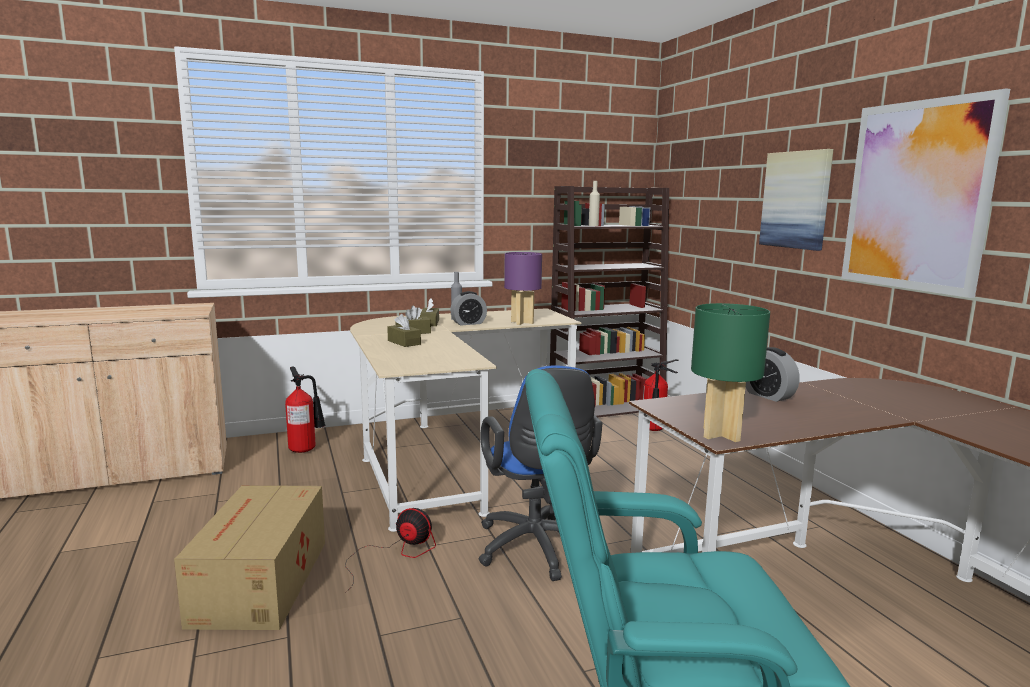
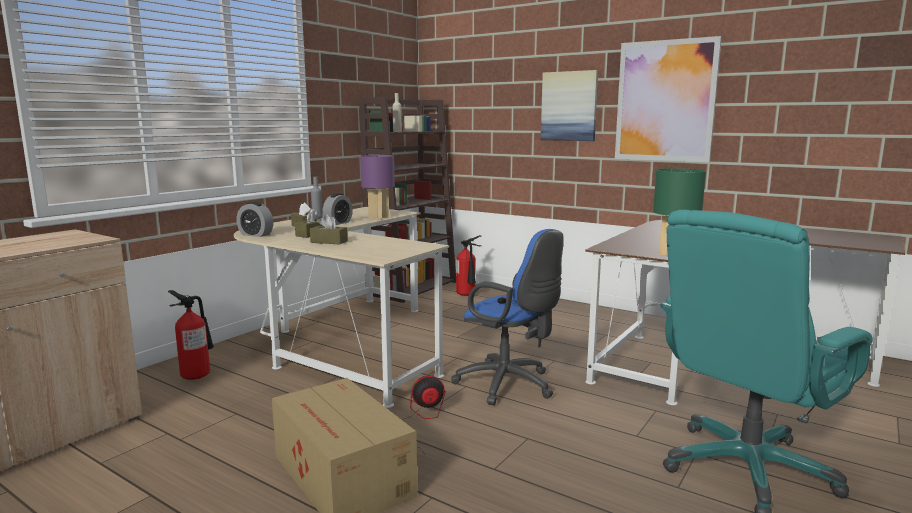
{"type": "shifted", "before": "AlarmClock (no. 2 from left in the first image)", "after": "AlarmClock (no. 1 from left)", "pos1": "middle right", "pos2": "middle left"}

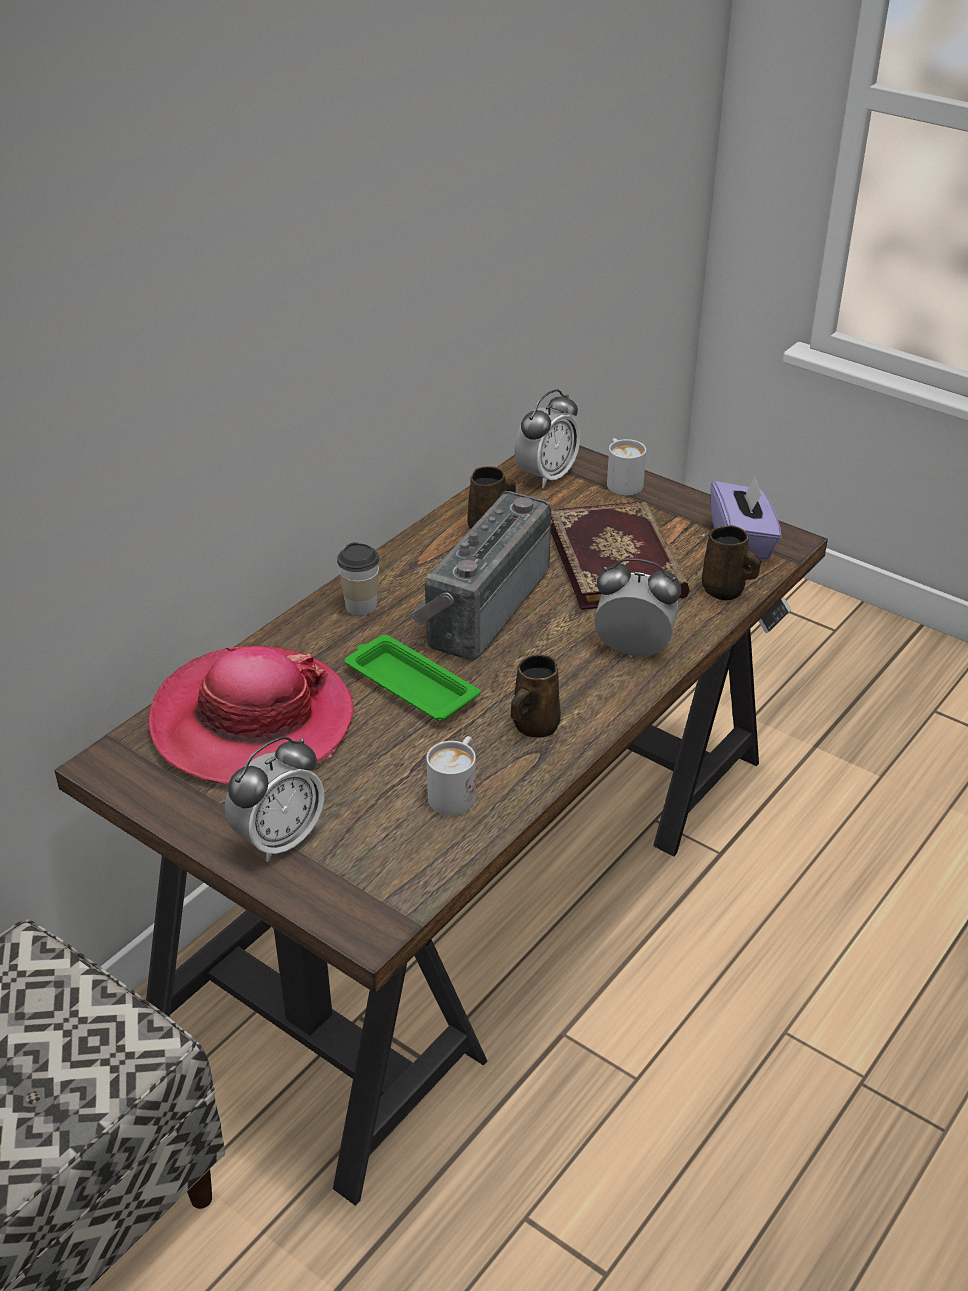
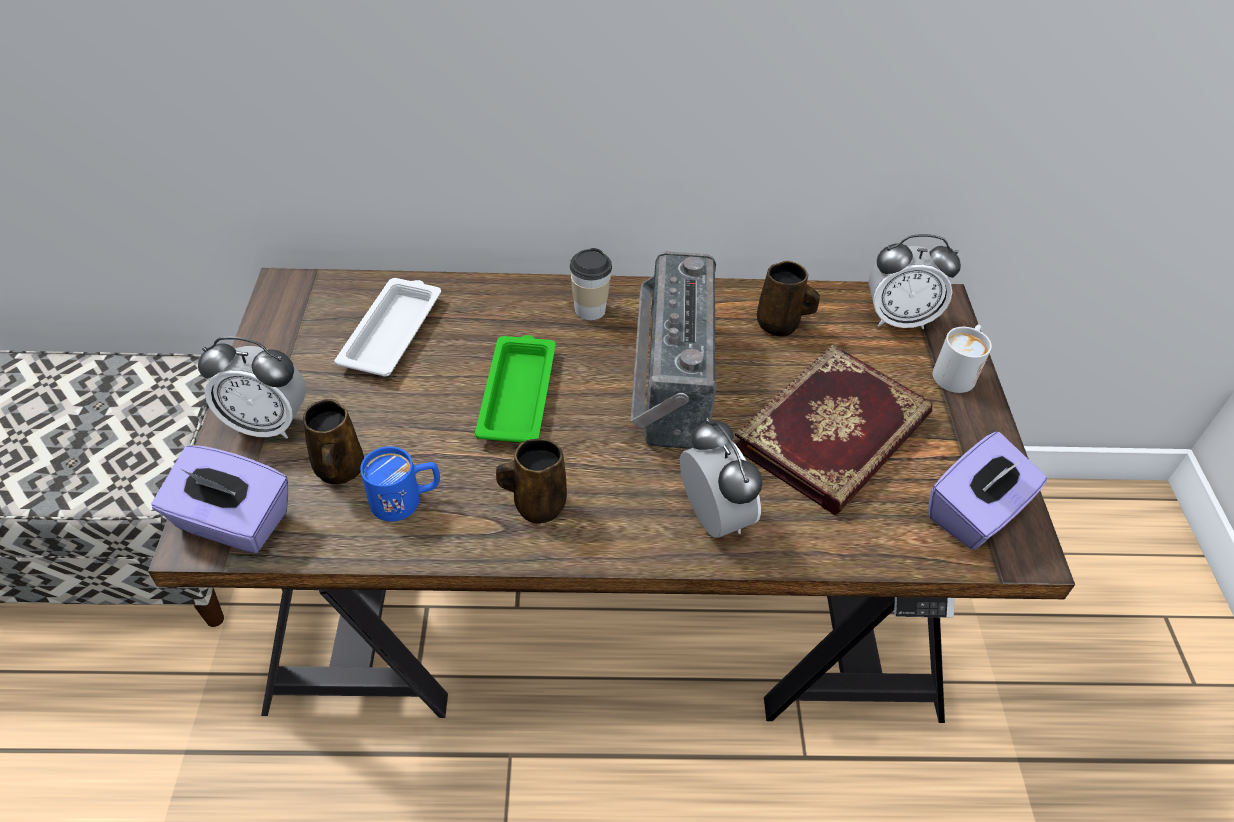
{"type": "new", "after": "PurpleTissueBox (no. 1 from left)", "pos2": "middle left"}
{"type": "shifted", "before": "BrownMug (no. 3 from left in the first image)", "after": "BrownMug (no. 1 from left)", "pos1": "middle right", "pos2": "middle left"}
{"type": "swapped", "before": "Hat", "after": "WhiteTray", "pos1": "middle left", "pos2": "middle left"}
{"type": "repainted", "before": "WhiteMug (no. 1 from left)", "after": "BlueMug", "pos1": "centre", "pos2": "middle left"}
{"type": "rotated", "before": "Radio", "pos1": "centre", "pos2": "centre", "turn": -75}

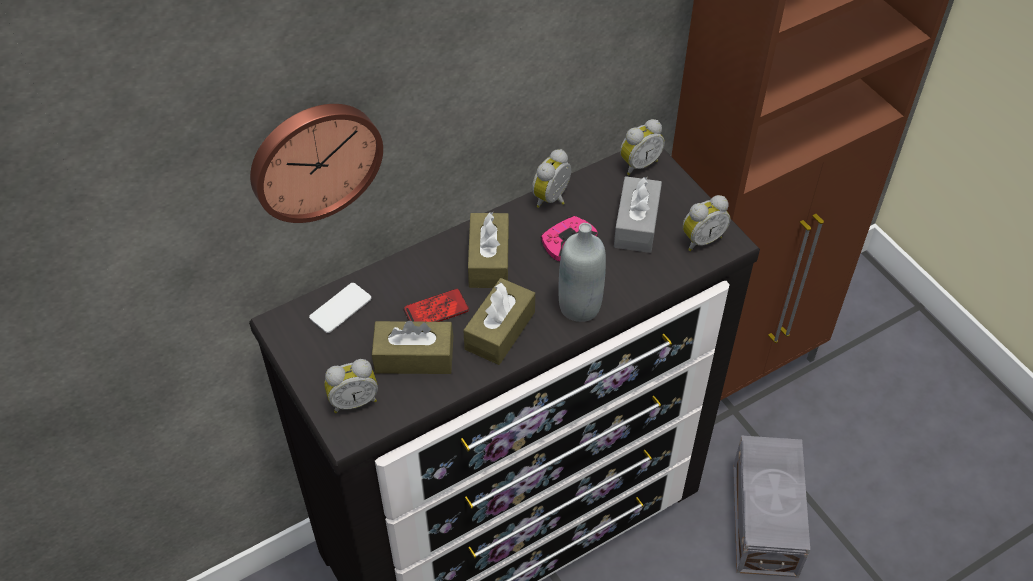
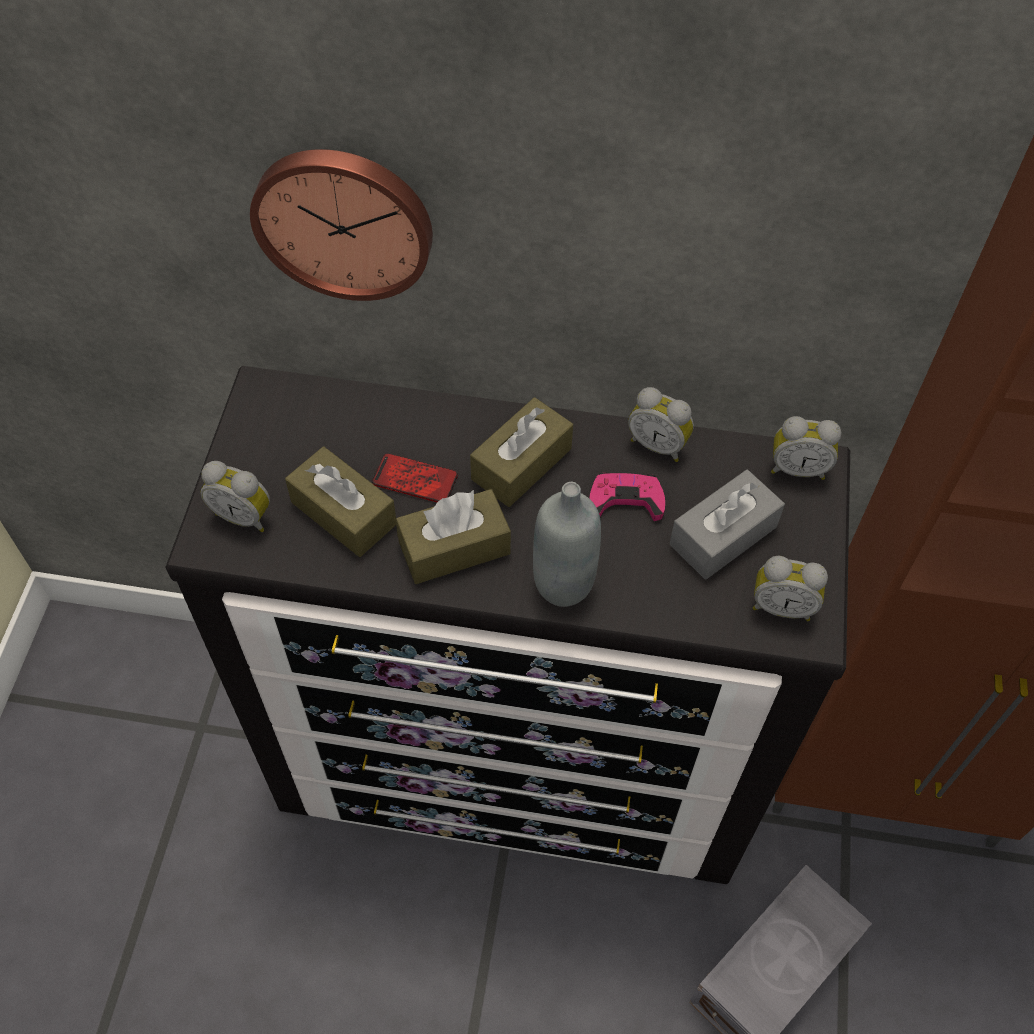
{"type": "rotated", "before": "AlarmClock (no. 2 from left)", "pos1": "top centre", "pos2": "centre", "turn": -135}
{"type": "gone", "before": "Phone (no. 1 from left)", "pos1": "middle left"}

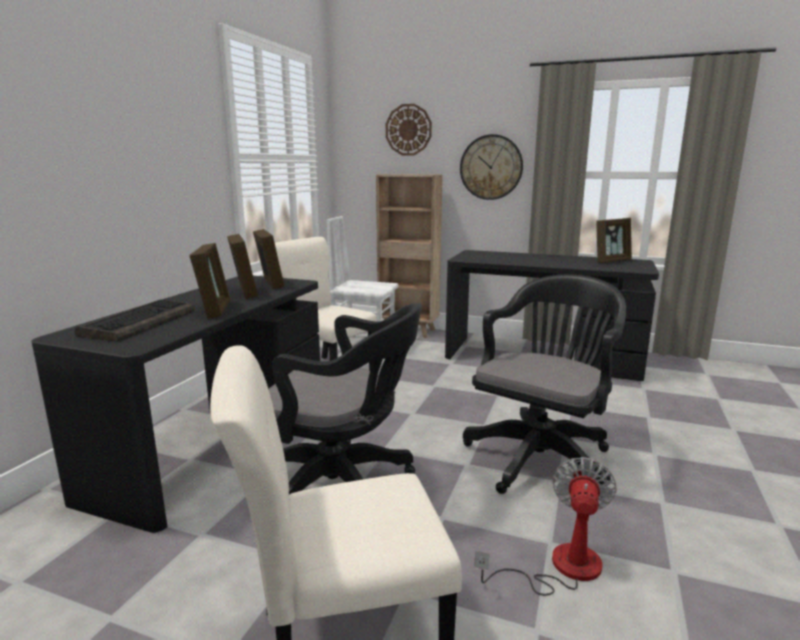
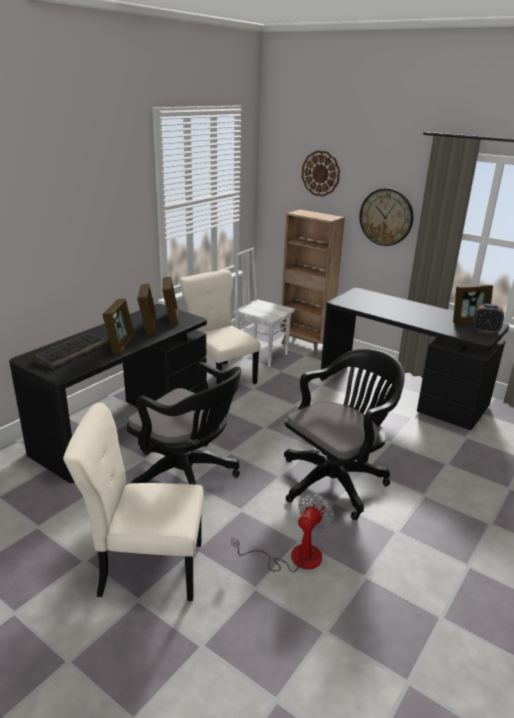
{"type": "new", "after": "AlarmClock", "pos2": "middle right"}

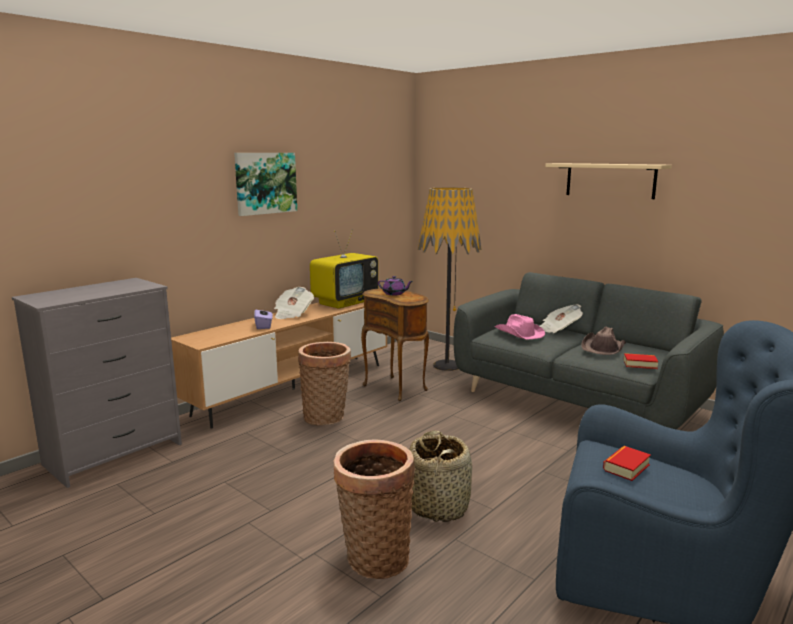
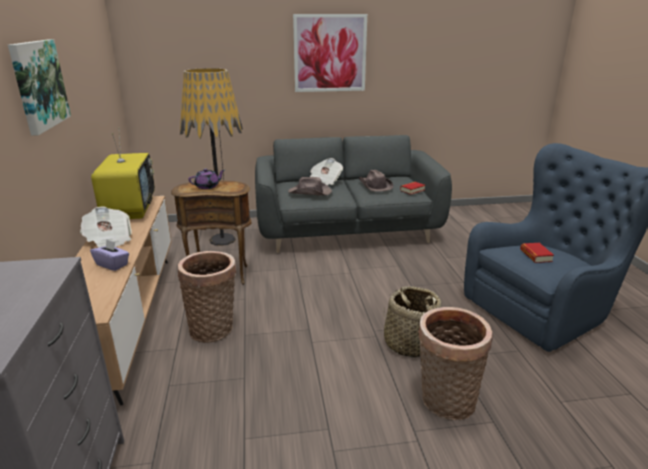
{"type": "repainted", "before": "PinkHat", "after": "BrownHat (no. 1 from left)", "pos1": "centre", "pos2": "centre"}
{"type": "swapped", "before": "BeigeShelf", "after": "Picture (no. 2 from left)", "pos1": "top right", "pos2": "top centre"}

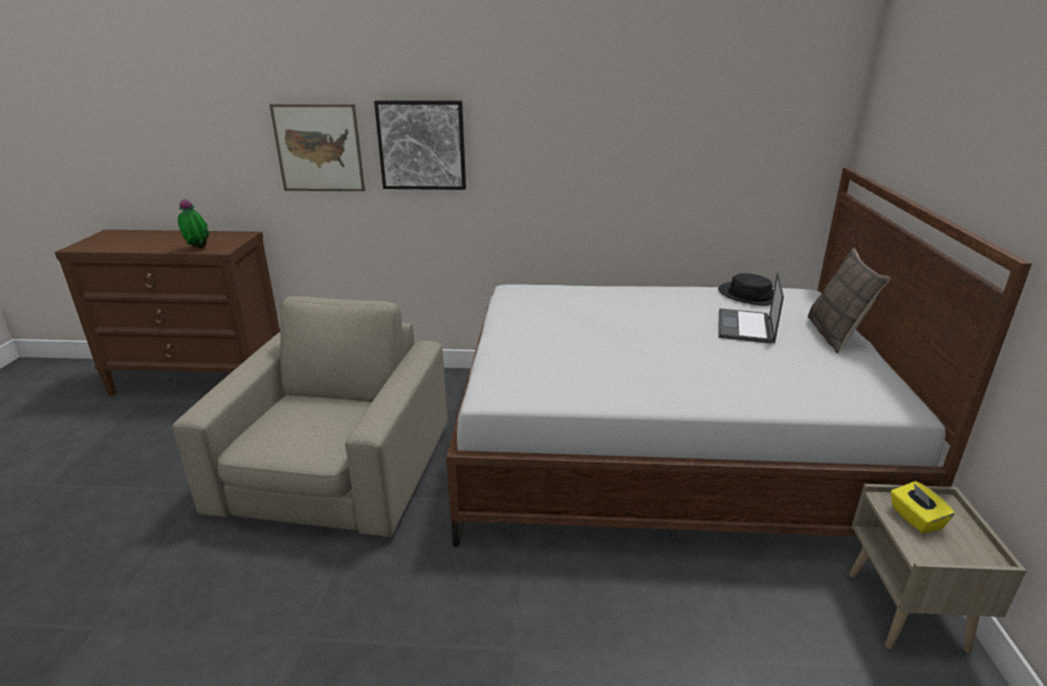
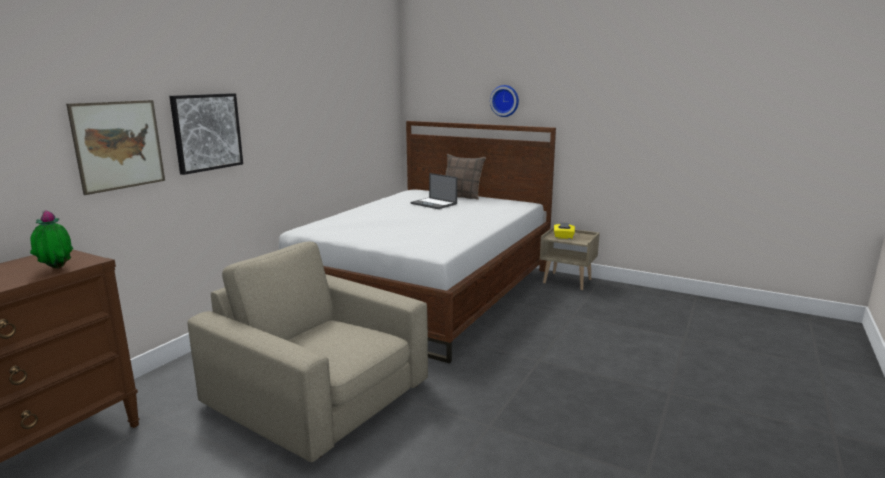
{"type": "new", "after": "WallClock", "pos2": "top centre"}
{"type": "gone", "before": "BlackHat", "pos1": "middle right"}

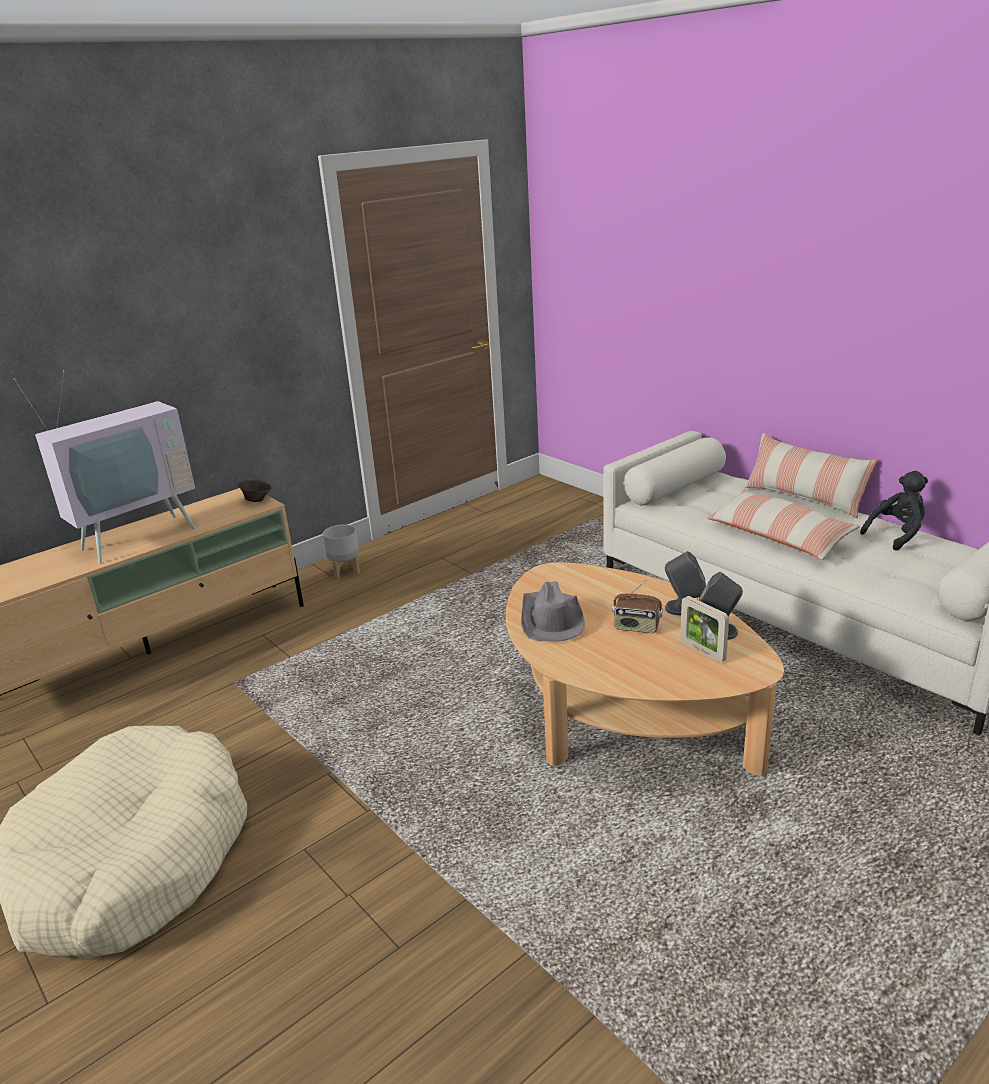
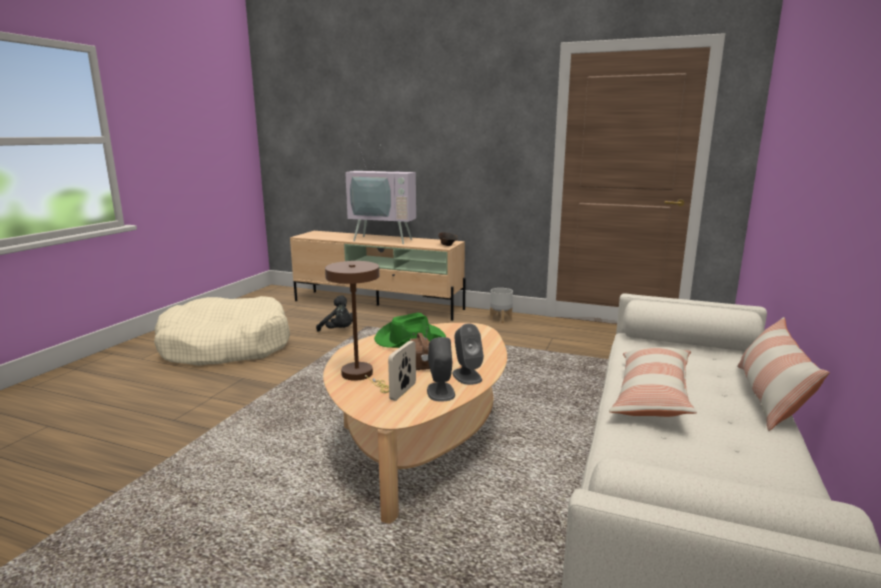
{"type": "shifted", "before": "BlackPlushToy", "pos1": "middle right", "pos2": "centre"}
{"type": "new", "after": "BrownTableLamp", "pos2": "centre"}
{"type": "repainted", "before": "GreyHat", "after": "GreenHat", "pos1": "centre", "pos2": "centre"}

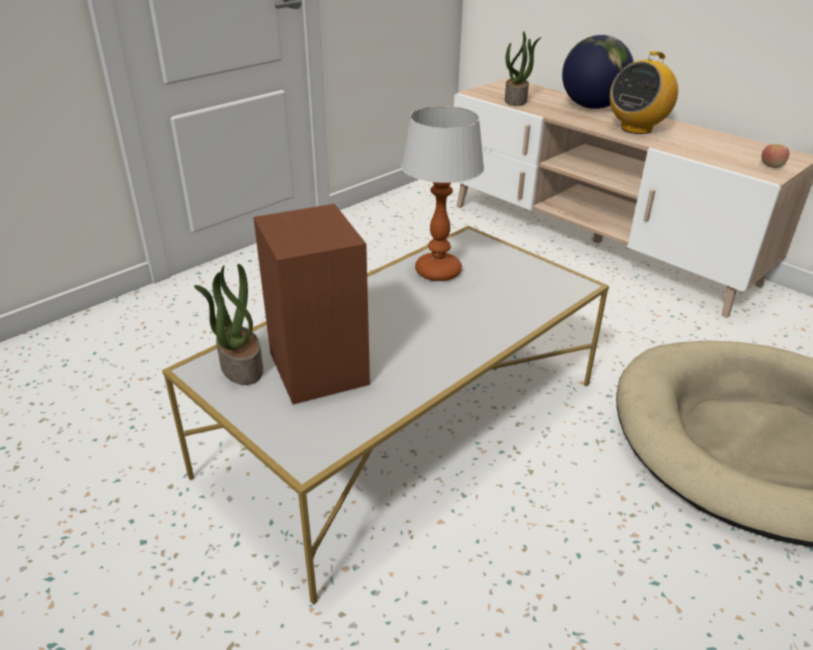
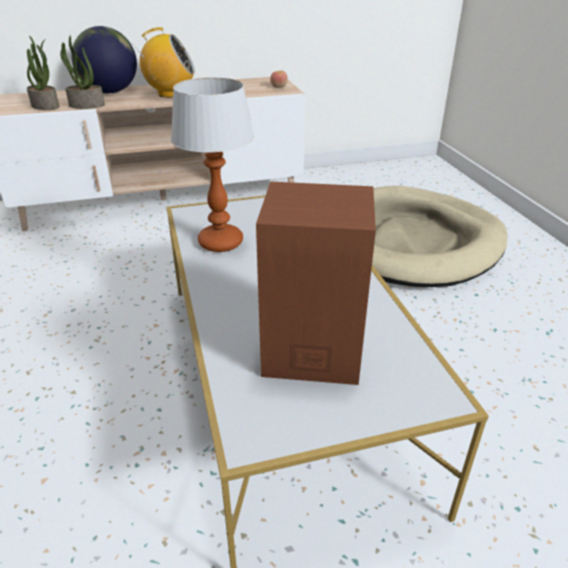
{"type": "shifted", "before": "PottedPlant (no. 1 from left in the first image)", "after": "PottedPlant (no. 2 from left)", "pos1": "middle left", "pos2": "top left"}
{"type": "rotated", "before": "Radio", "pos1": "top right", "pos2": "top left", "turn": -75}

